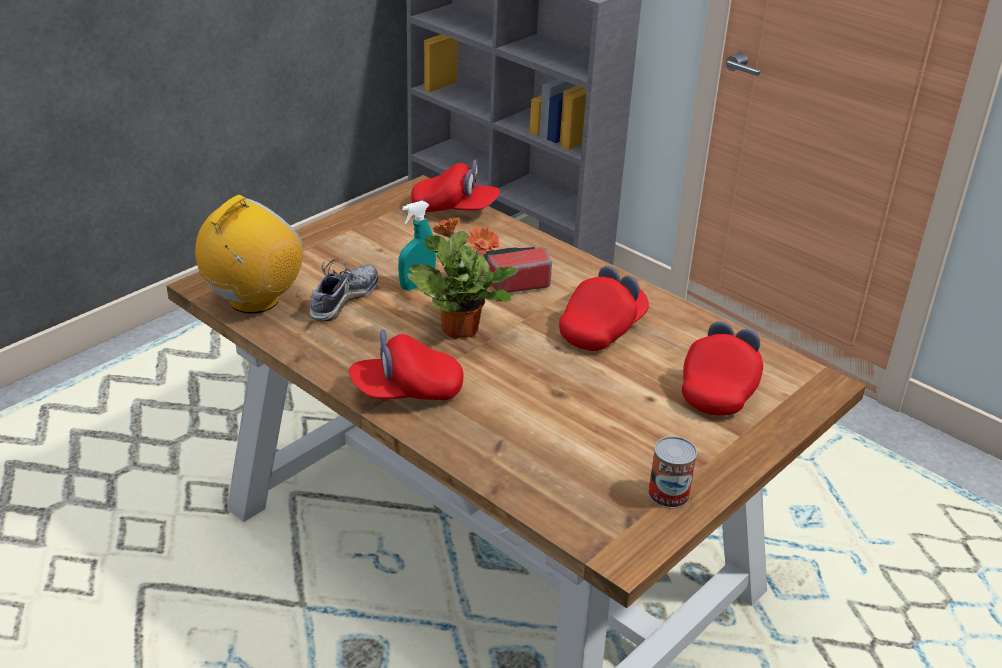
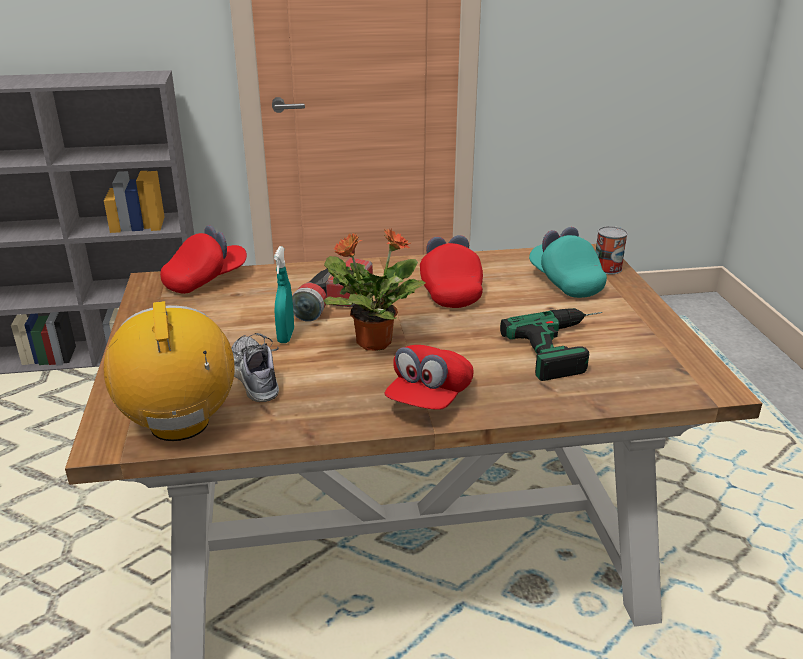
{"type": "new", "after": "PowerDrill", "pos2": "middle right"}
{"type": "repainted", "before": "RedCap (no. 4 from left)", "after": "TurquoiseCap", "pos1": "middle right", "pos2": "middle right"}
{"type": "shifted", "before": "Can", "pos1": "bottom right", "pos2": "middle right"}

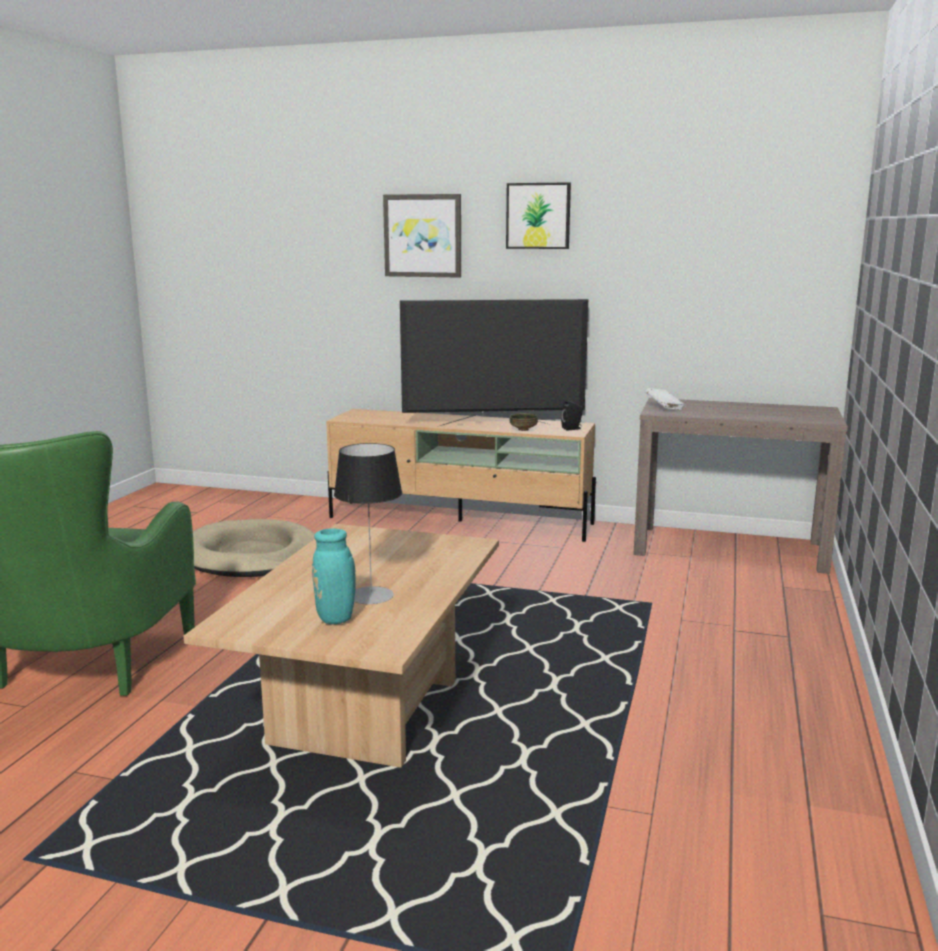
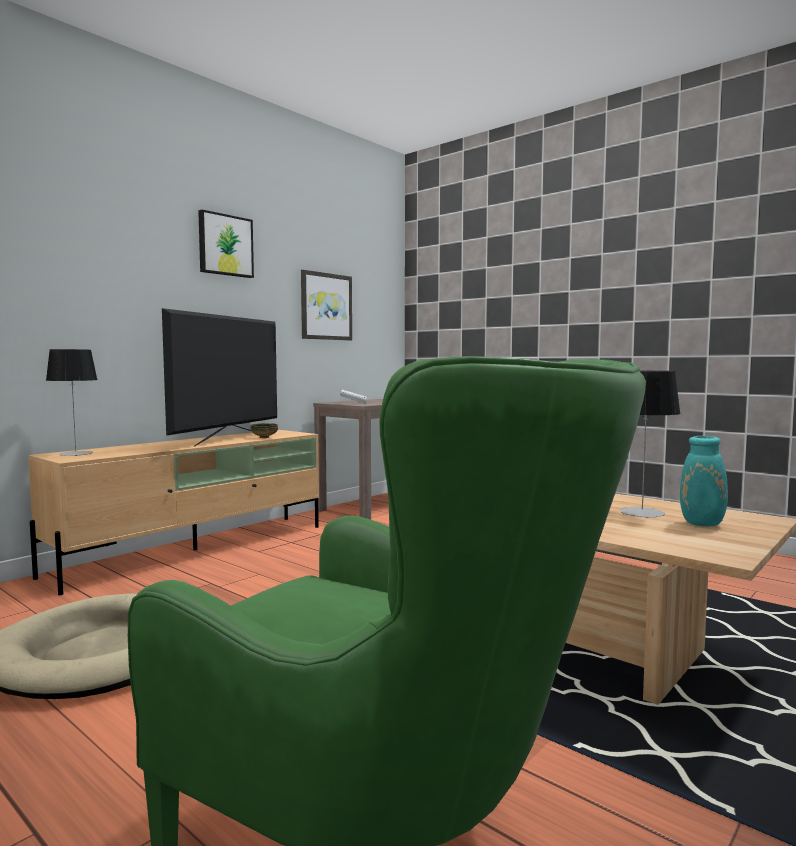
{"type": "new", "after": "TableLamp (no. 1 from left)", "pos2": "middle left"}
{"type": "shifted", "before": "Picture (no. 1 from left in the first image)", "after": "Picture (no. 2 from left)", "pos1": "top centre", "pos2": "centre"}
{"type": "gone", "before": "BlackSpeaker", "pos1": "centre"}

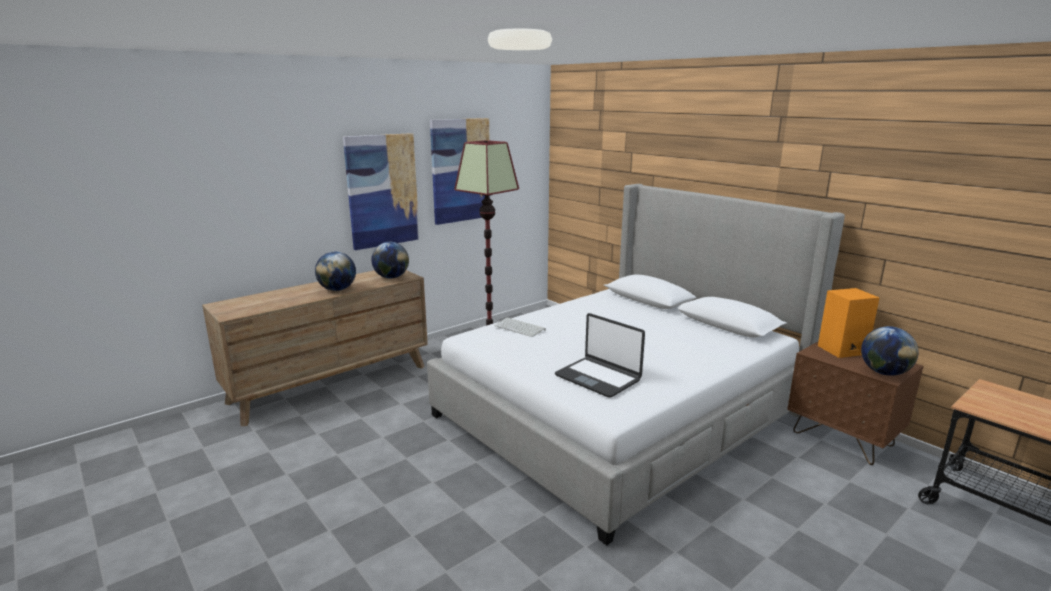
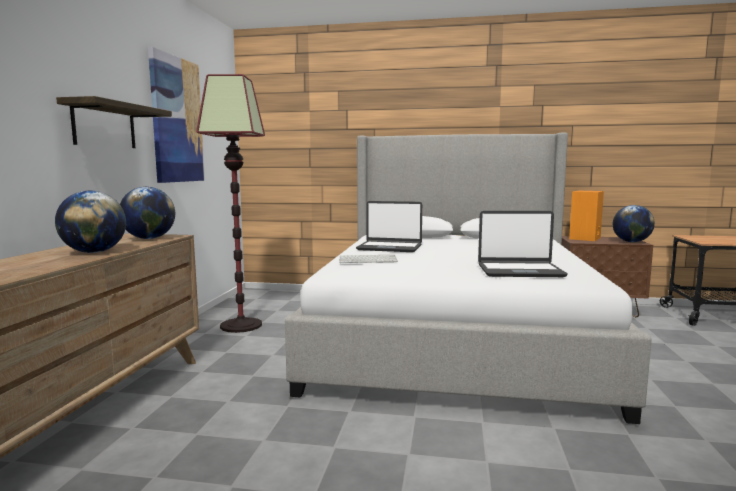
{"type": "swapped", "before": "Picture (no. 1 from left)", "after": "Shelf", "pos1": "top centre", "pos2": "top left"}
{"type": "new", "after": "Laptop (no. 1 from left)", "pos2": "centre"}

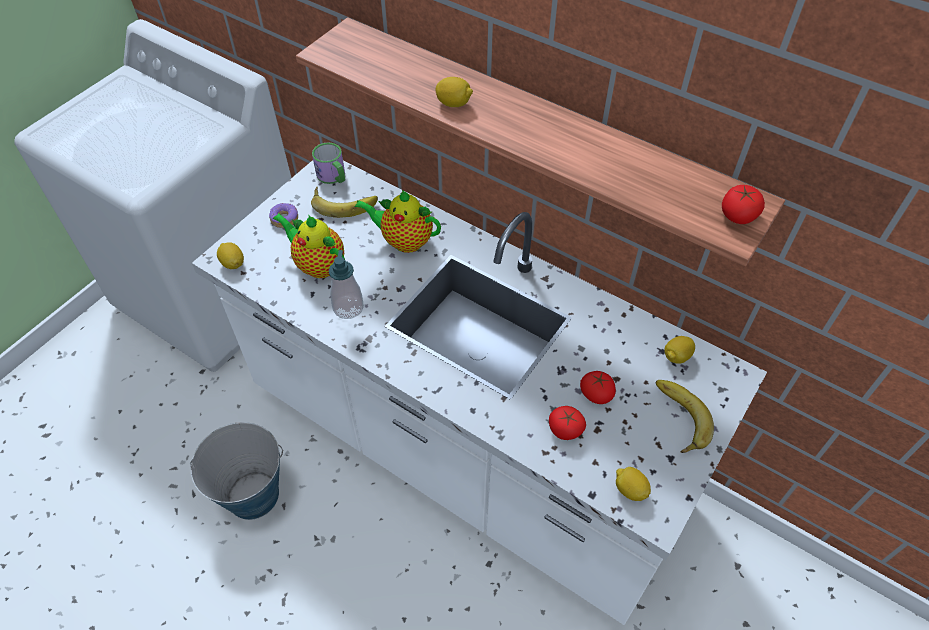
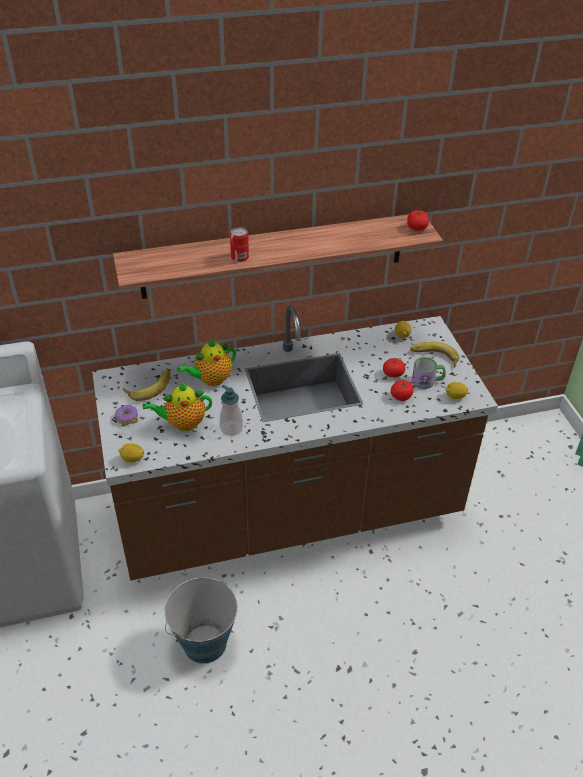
{"type": "repainted", "before": "WhiteCounter", "after": "BrownCounter", "pos1": "centre", "pos2": "centre"}
{"type": "swapped", "before": "Lemon (no. 2 from left)", "after": "Can", "pos1": "top centre", "pos2": "top centre"}
{"type": "shifted", "before": "Mug", "pos1": "top centre", "pos2": "middle right"}

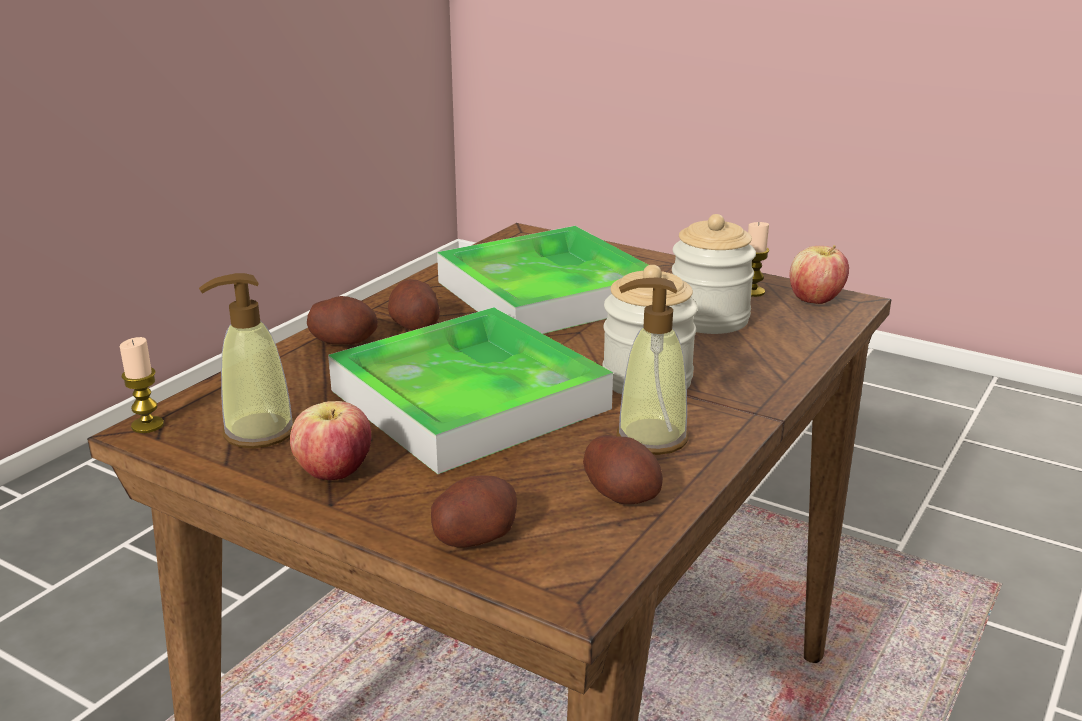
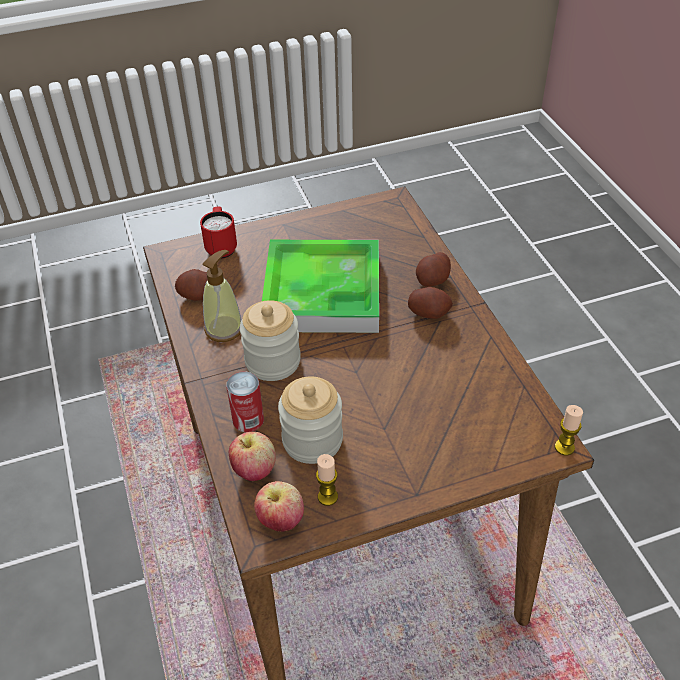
{"type": "swapped", "before": "Potato (no. 3 from left)", "after": "RedMug", "pos1": "bottom centre", "pos2": "middle left"}
{"type": "new", "after": "Can", "pos2": "centre"}
{"type": "shifted", "before": "Apple (no. 1 from left)", "pos1": "middle left", "pos2": "bottom centre"}
{"type": "shifted", "before": "Candle (no. 1 from left in the first image)", "after": "Candle (no. 2 from left)", "pos1": "middle left", "pos2": "middle right"}
{"type": "gone", "before": "SoapDispenser (no. 1 from left)", "pos1": "middle left"}
{"type": "gone", "before": "Tray (no. 2 from left)", "pos1": "centre"}

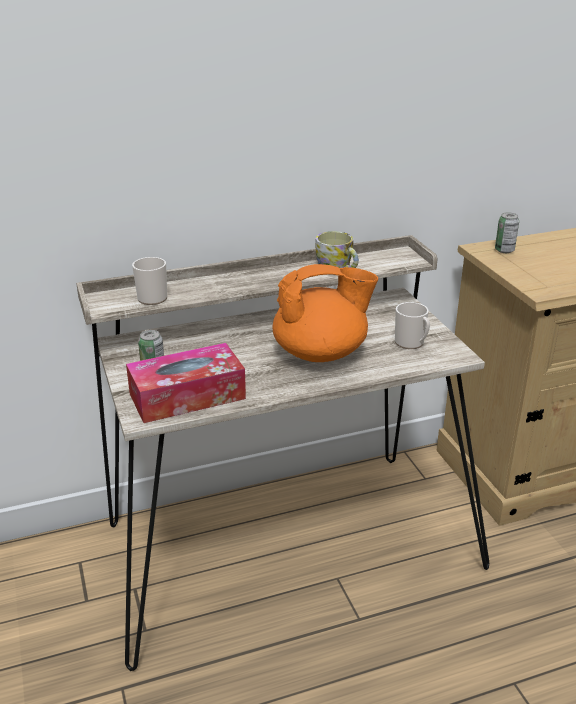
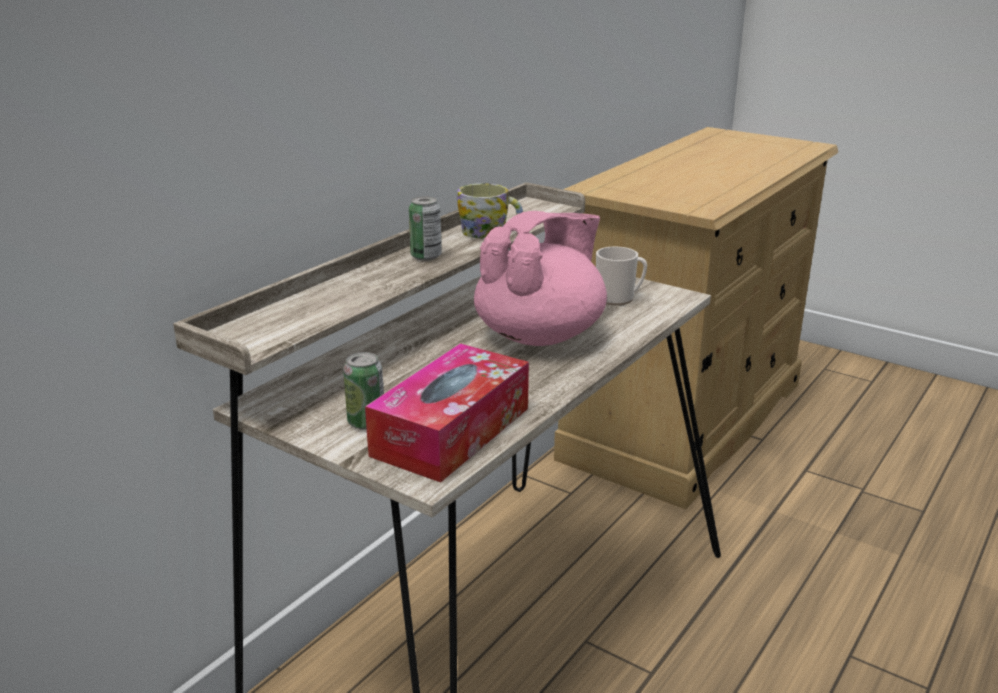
{"type": "shifted", "before": "Can (no. 2 from left)", "pos1": "top right", "pos2": "top centre"}
{"type": "repainted", "before": "OrangeTeapot", "after": "PinkTeapot", "pos1": "centre", "pos2": "centre"}
{"type": "gone", "before": "Mug (no. 1 from left)", "pos1": "middle left"}

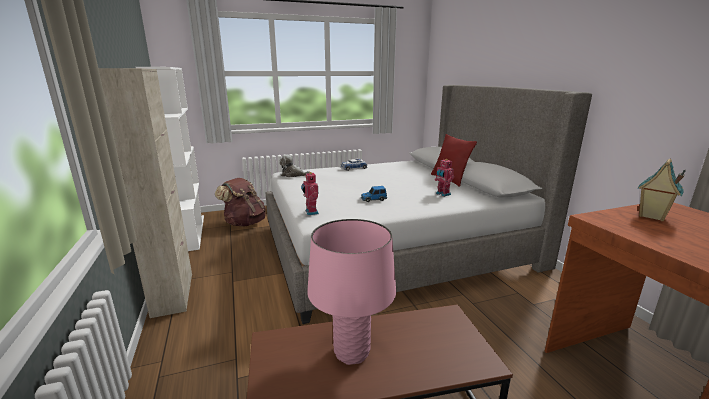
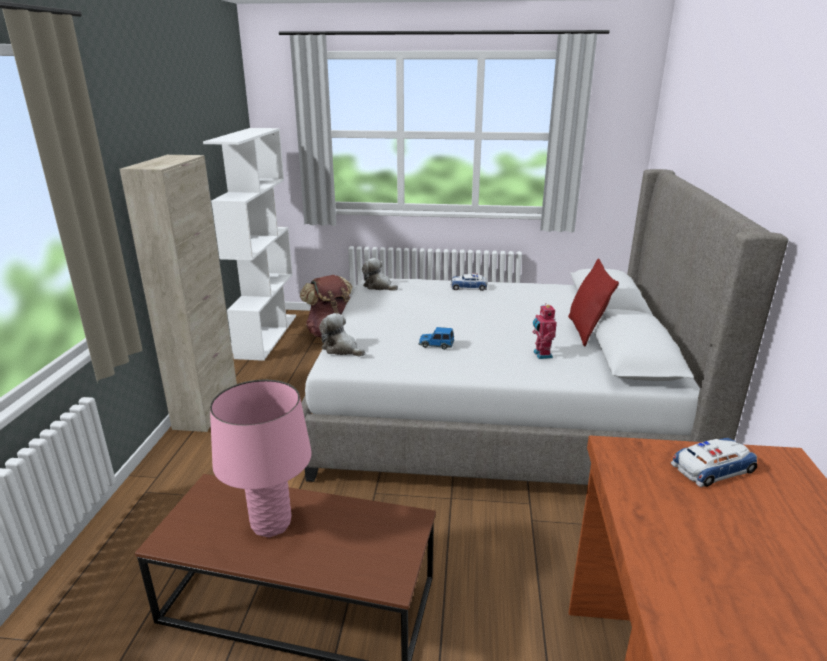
{"type": "swapped", "before": "ToyRobot (no. 1 from left)", "after": "PlushToy (no. 1 from left)", "pos1": "centre", "pos2": "centre"}
{"type": "swapped", "before": "ToyHouse", "after": "ToyCar (no. 3 from left)", "pos1": "middle right", "pos2": "bottom right"}

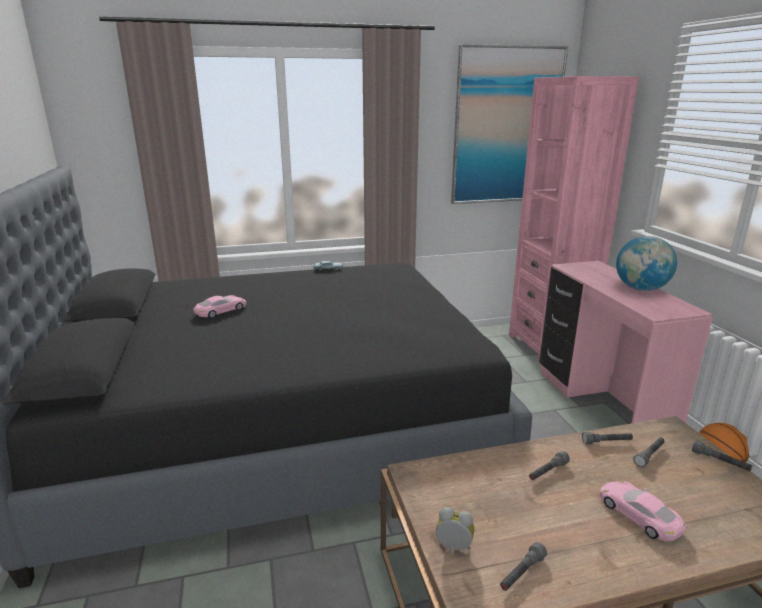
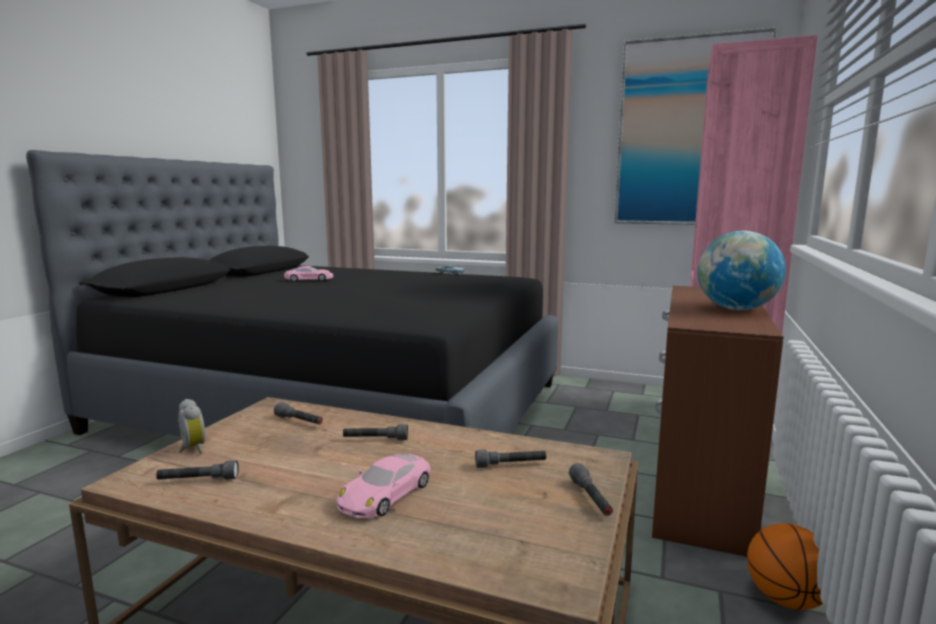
{"type": "shifted", "before": "GreyFlashlight (no. 3 from left in the first image)", "after": "GreyFlashlight (no. 2 from left)", "pos1": "bottom right", "pos2": "middle left"}
{"type": "rotated", "before": "PinkToyCar (no. 2 from left)", "pos1": "bottom right", "pos2": "bottom centre", "turn": -150}
{"type": "repainted", "before": "PinkDesk", "after": "BrownDesk", "pos1": "middle right", "pos2": "bottom right"}

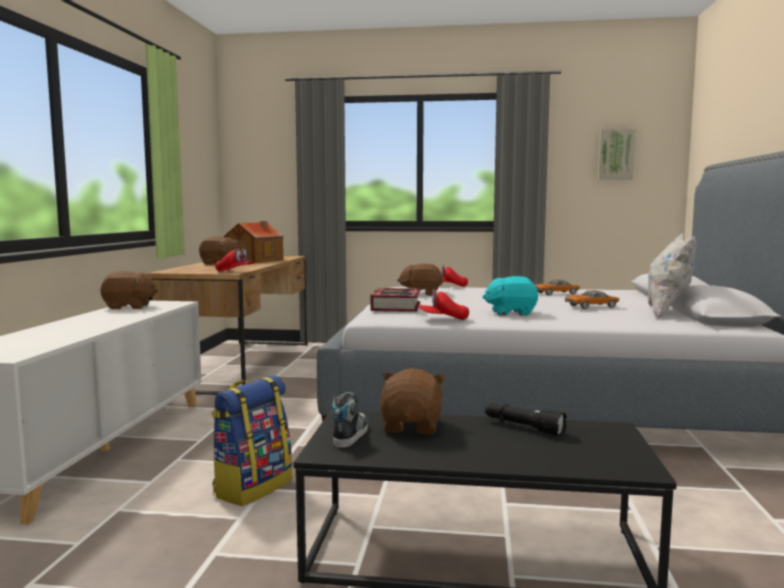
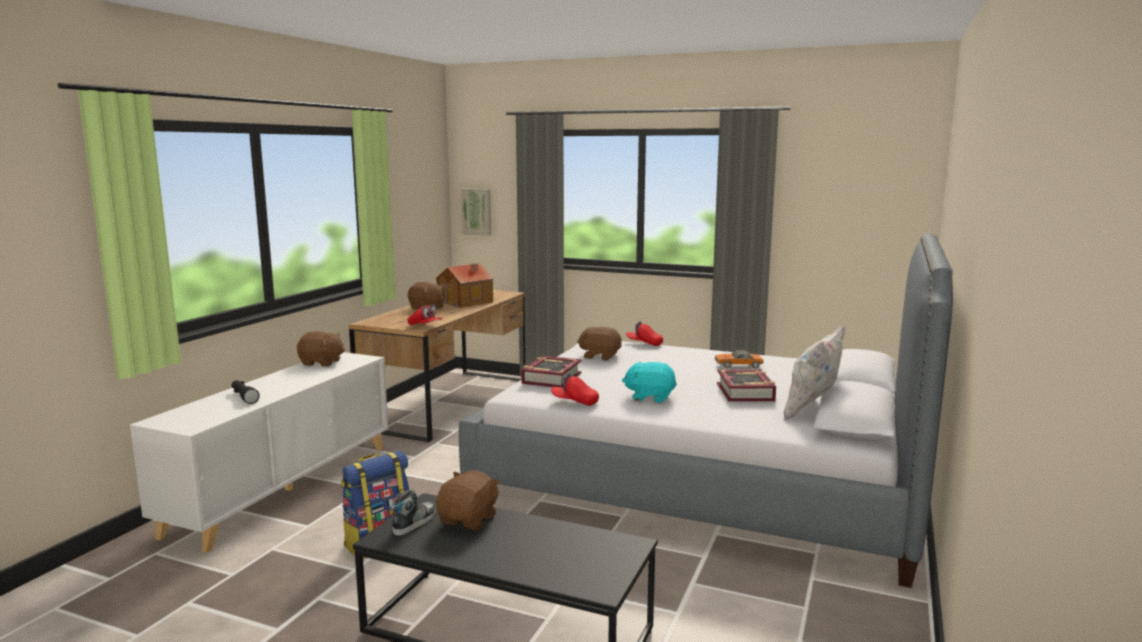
{"type": "shifted", "before": "BlackFlashlight", "pos1": "bottom right", "pos2": "middle left"}
{"type": "shifted", "before": "Picture", "pos1": "top right", "pos2": "top centre"}
{"type": "swapped", "before": "ToyCar (no. 2 from left)", "after": "Book (no. 2 from left)", "pos1": "middle right", "pos2": "centre"}

